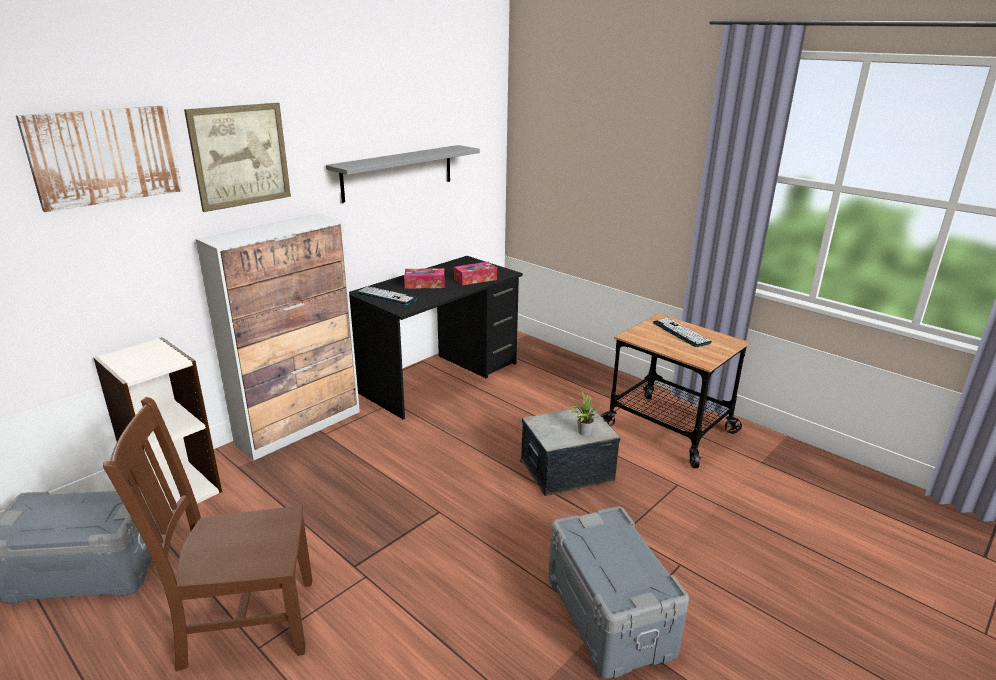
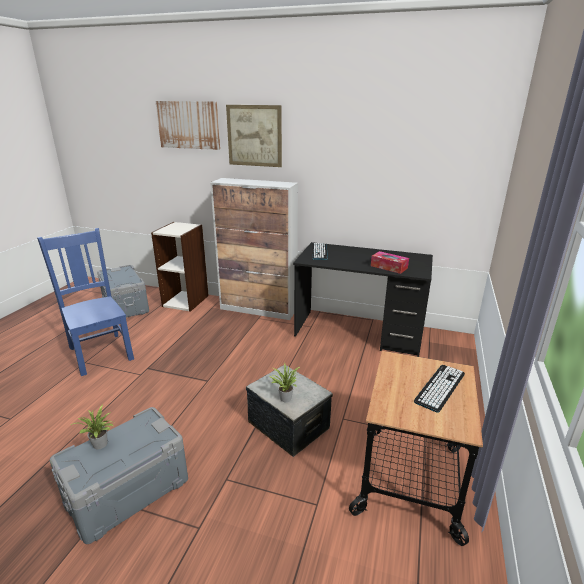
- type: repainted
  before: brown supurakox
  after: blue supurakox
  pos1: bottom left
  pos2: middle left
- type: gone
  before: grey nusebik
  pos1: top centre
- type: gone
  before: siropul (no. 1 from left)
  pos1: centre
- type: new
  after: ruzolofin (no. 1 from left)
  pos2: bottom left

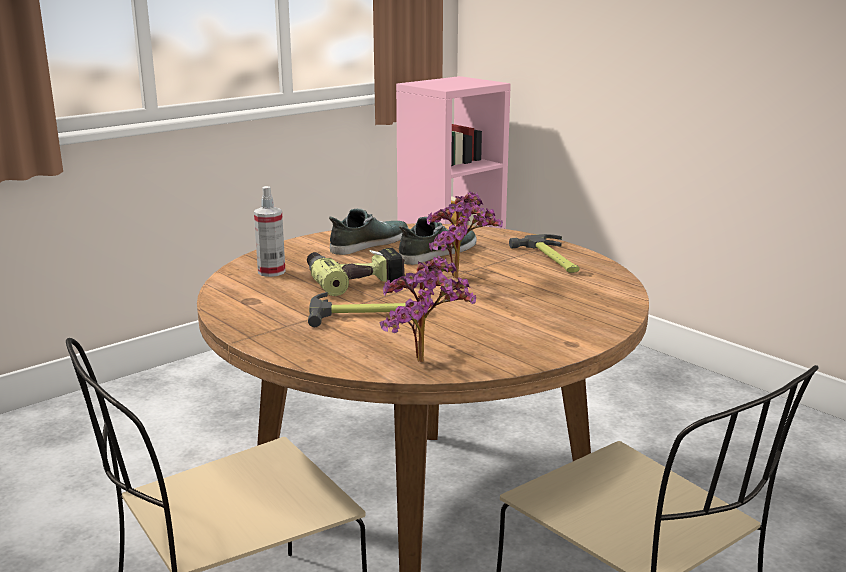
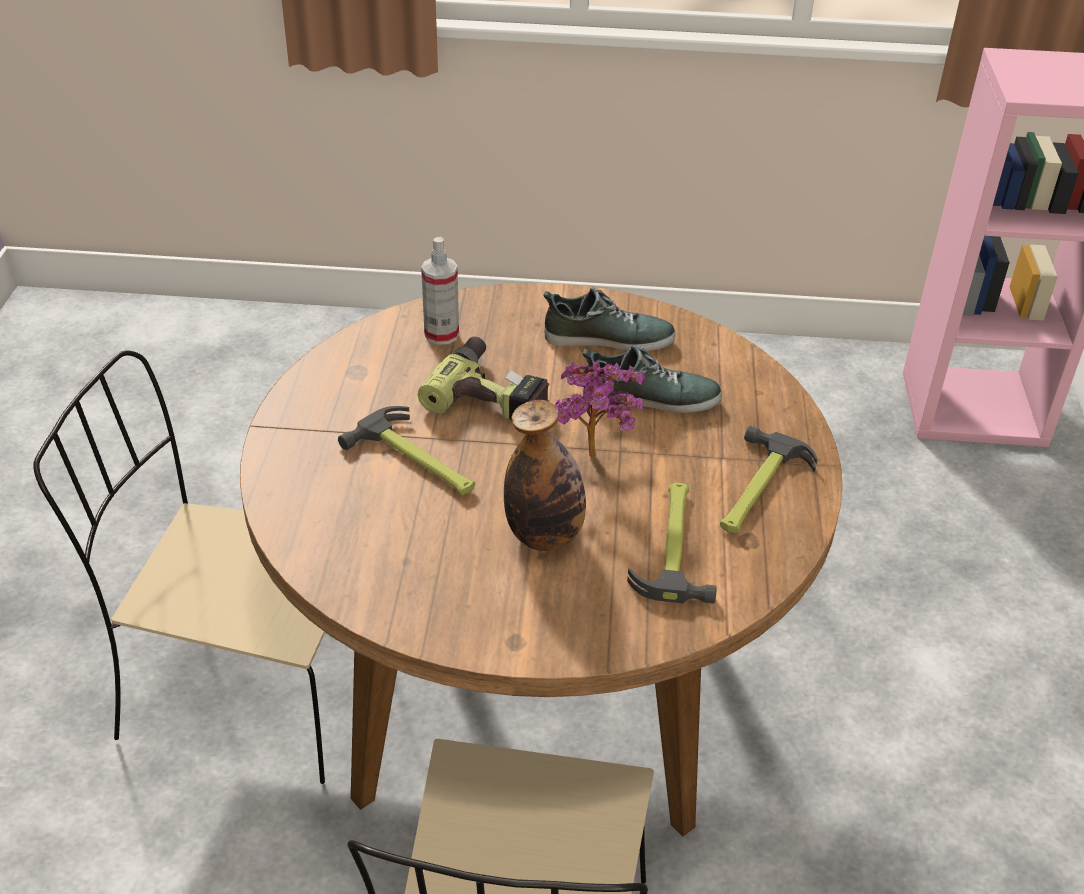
- type: gone
  before: ruzolofin (no. 1 from left)
  pos1: centre
- type: new
  after: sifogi
  pos2: centre
- type: new
  after: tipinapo (no. 2 from left)
  pos2: centre

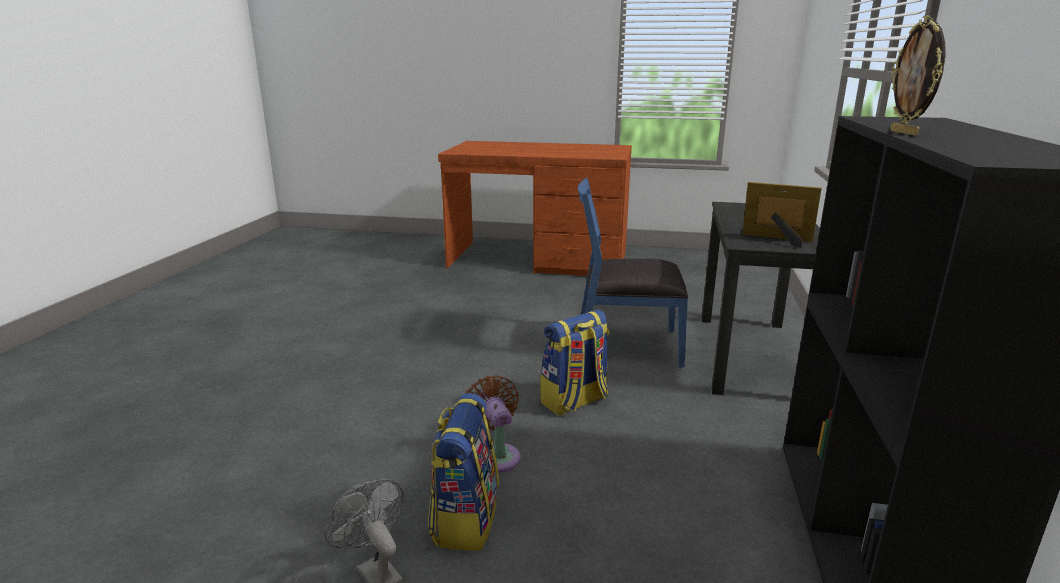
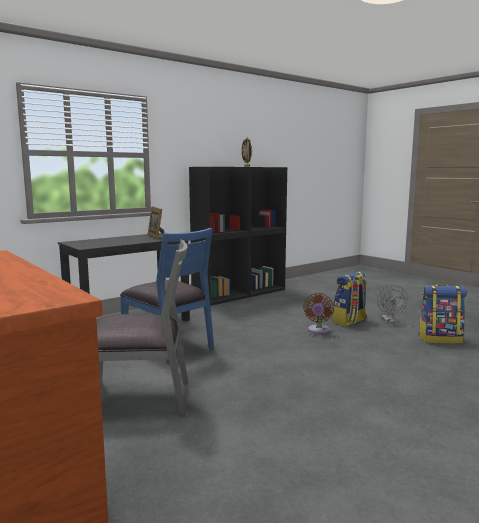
- type: shifted
  before: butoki (no. 2 from left)
  pos1: centre
  pos2: middle right
- type: new
  after: grey supurakox
  pos2: middle left

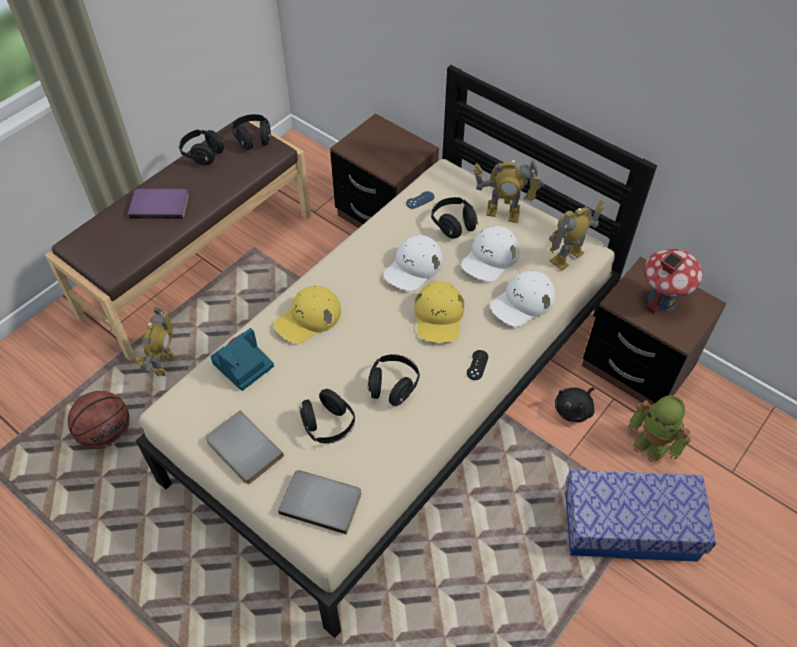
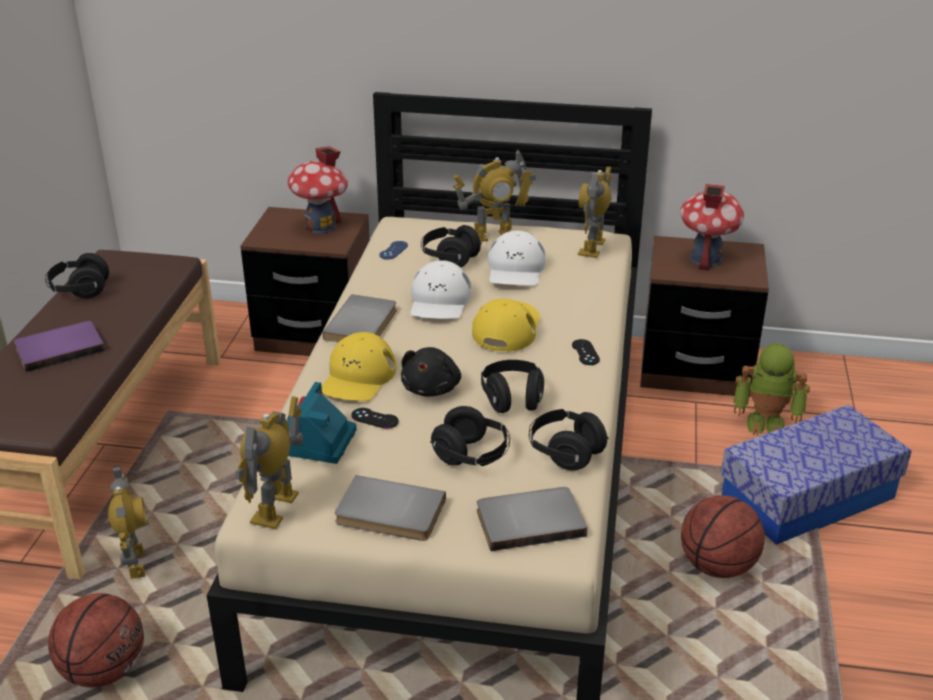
- type: shifted
  before: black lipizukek (no. 2 from left in the first image)
  after: black lipizukek (no. 5 from left)
  pos1: top left
  pos2: centre
- type: rotated
  before: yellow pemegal (no. 2 from left)
  pos1: centre
  pos2: centre
  turn: -135
- type: gone
  before: white pemegal (no. 3 from left)
  pos1: centre
- type: shifted
  before: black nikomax
  pos1: middle right
  pos2: centre
- type: new
  after: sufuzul (no. 2 from left)
  pos2: middle left
- type: new
  after: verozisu (no. 1 from left)
  pos2: top centre
- type: new
  after: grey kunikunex (no. 1 from left)
  pos2: centre
- type: new
  after: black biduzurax (no. 1 from left)
  pos2: centre
- type: new
  after: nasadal (no. 2 from left)
  pos2: bottom right

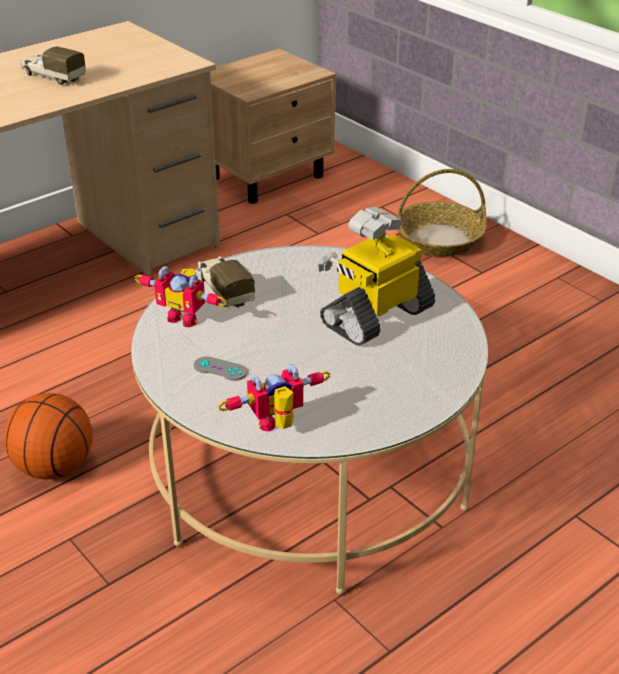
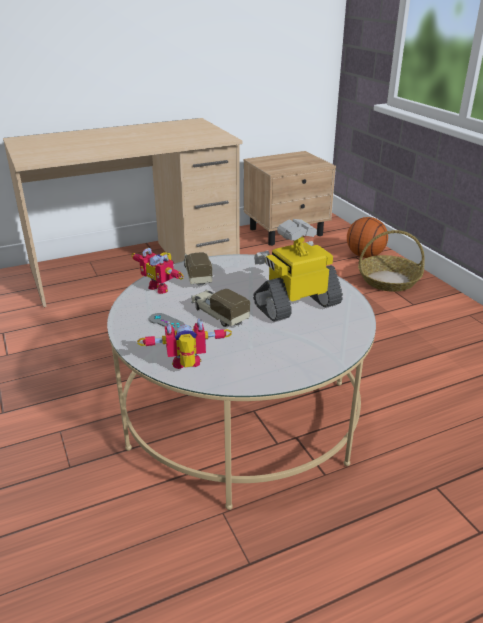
- type: shifted
  before: nasadal
  pos1: middle left
  pos2: middle right
- type: shifted
  before: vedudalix (no. 1 from left in the first image)
  after: vedudalix (no. 2 from left)
  pos1: top left
  pos2: centre

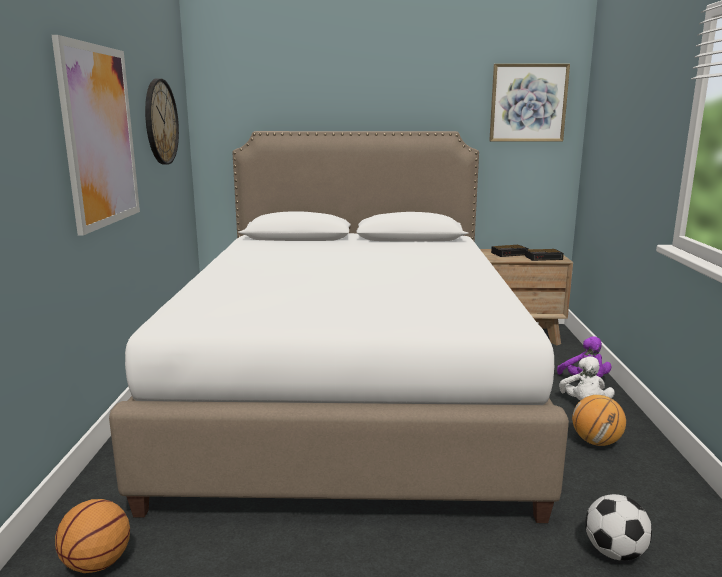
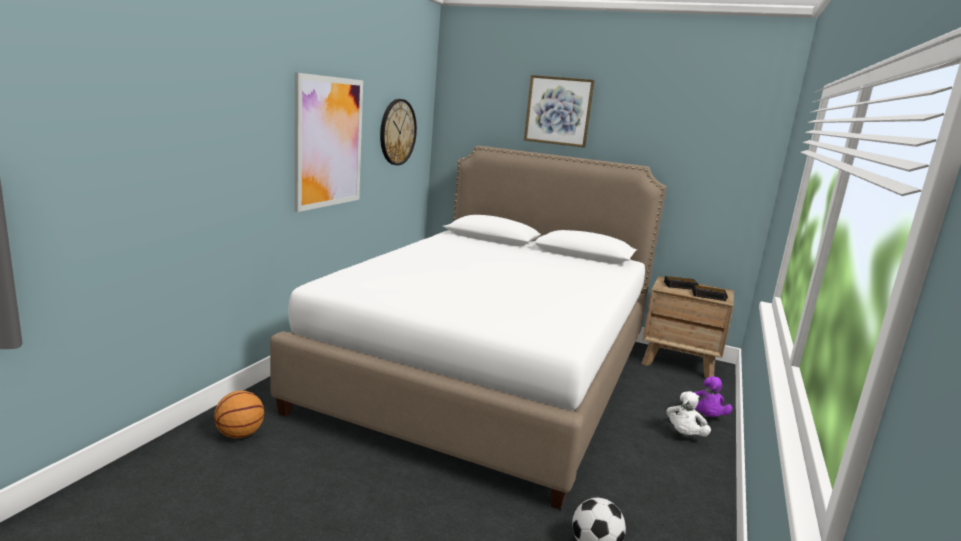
- type: shifted
  before: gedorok (no. 2 from left)
  pos1: top right
  pos2: top centre
- type: gone
  before: nasadal (no. 2 from left)
  pos1: bottom right

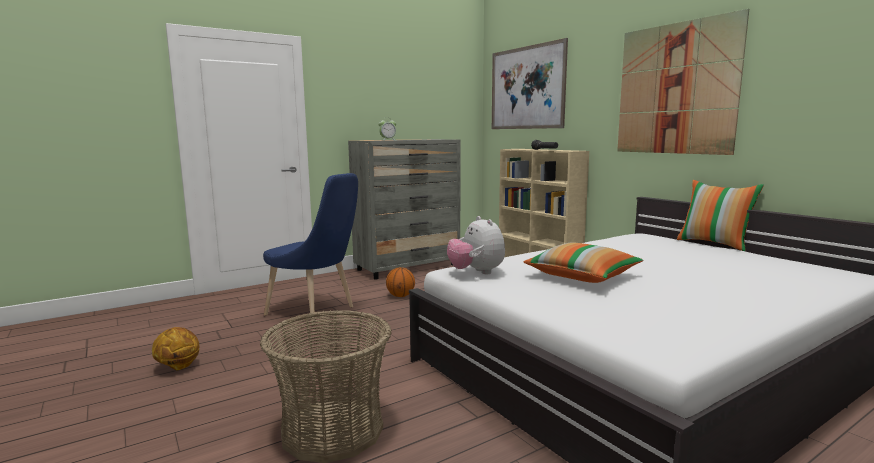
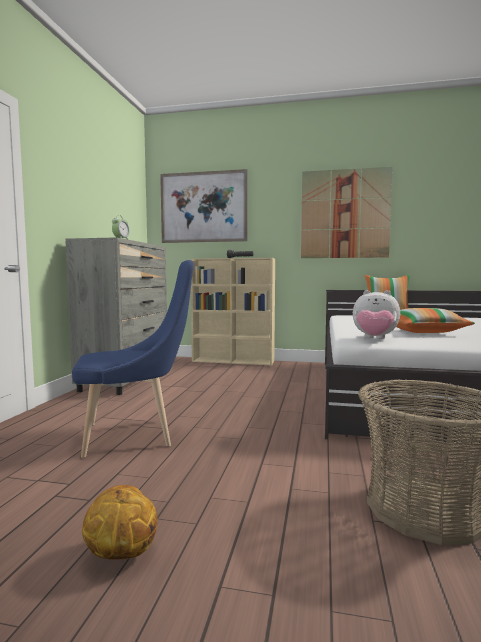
- type: gone
  before: nasadal (no. 2 from left)
  pos1: centre

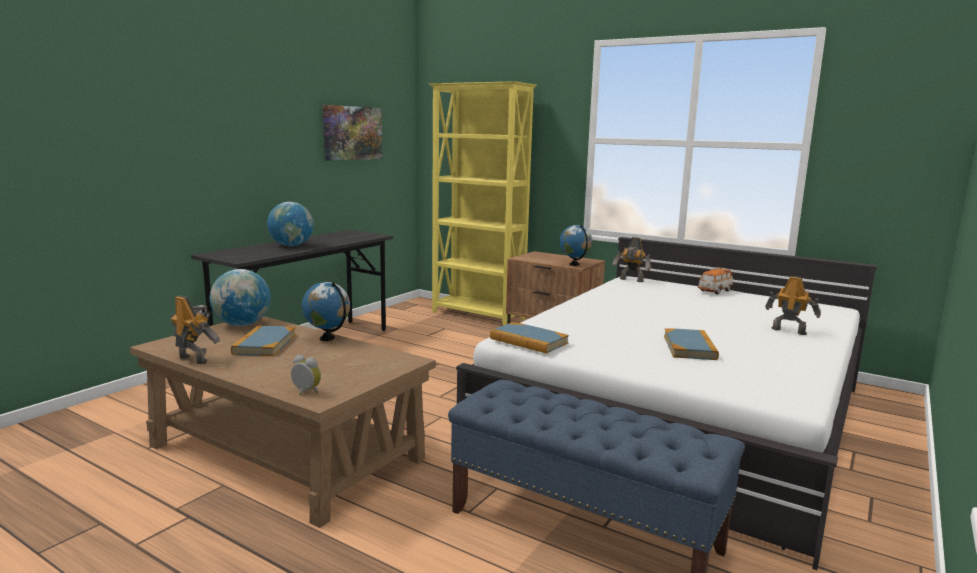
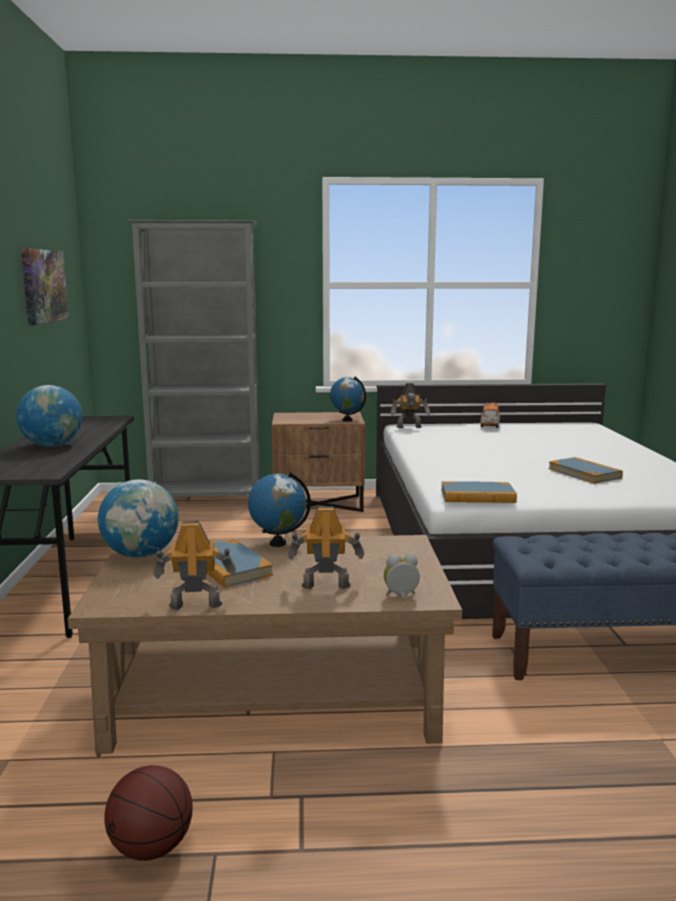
- type: repainted
  before: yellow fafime
  after: grey fafime
  pos1: centre
  pos2: middle left
- type: shifted
  before: sufuzul (no. 3 from left in the first image)
  after: sufuzul (no. 2 from left)
  pos1: middle right
  pos2: centre
- type: new
  after: nasadal
  pos2: bottom left

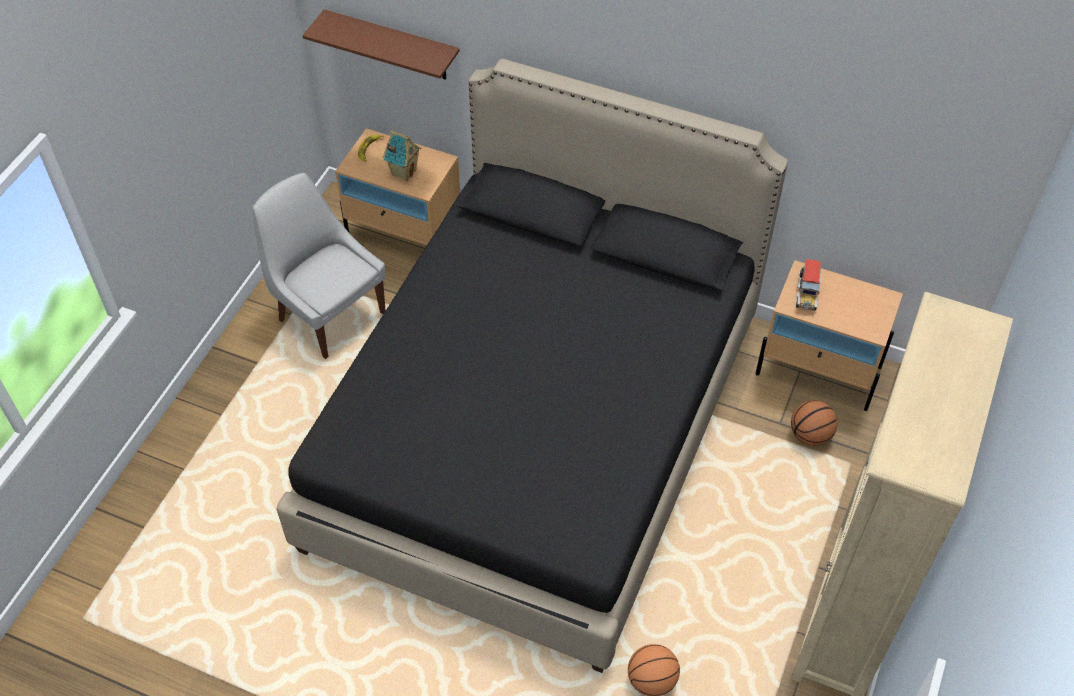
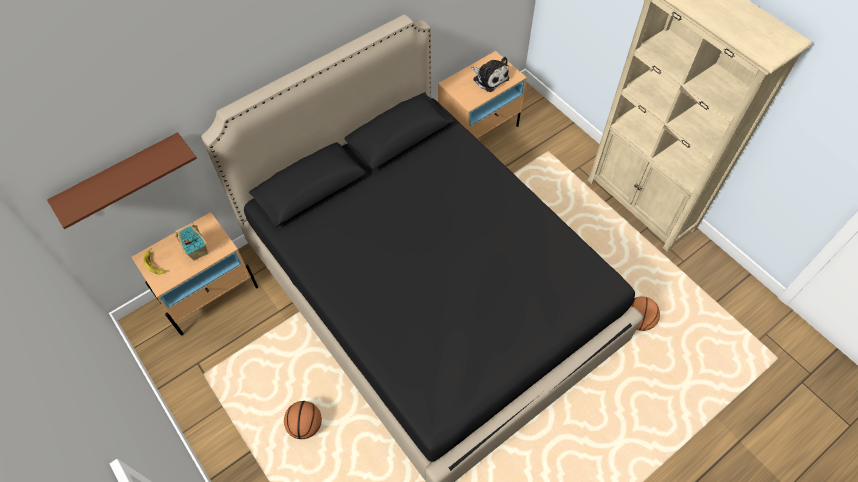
- type: gone
  before: white supurakox
  pos1: middle left
- type: shifted
  before: nasadal (no. 2 from left in the first image)
  after: nasadal (no. 1 from left)
  pos1: middle right
  pos2: bottom centre
- type: gone
  before: vedudalix
  pos1: middle right
- type: new
  after: nikomax
  pos2: top centre

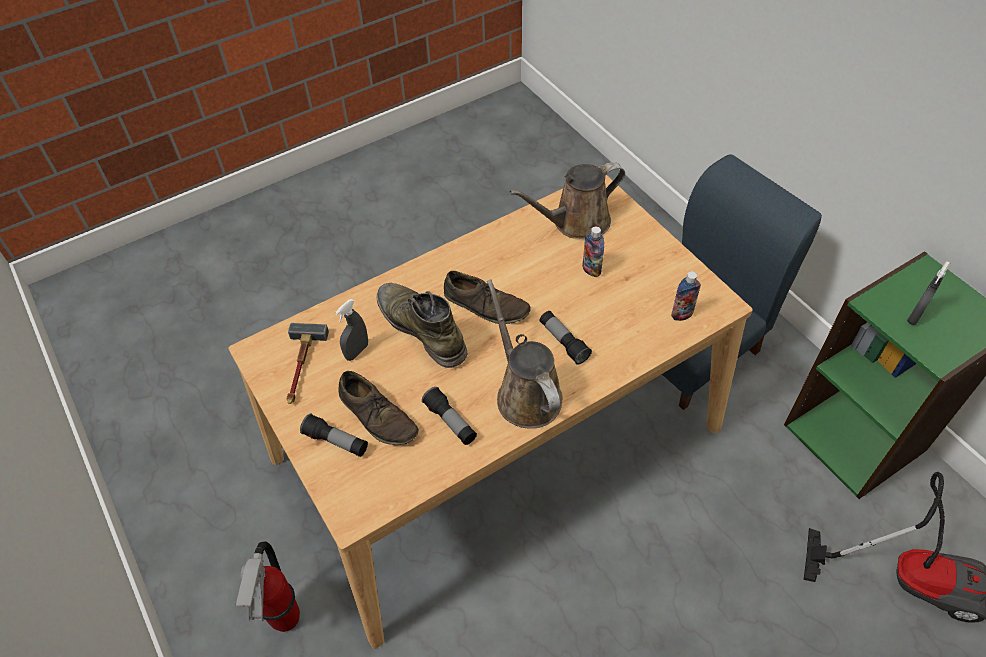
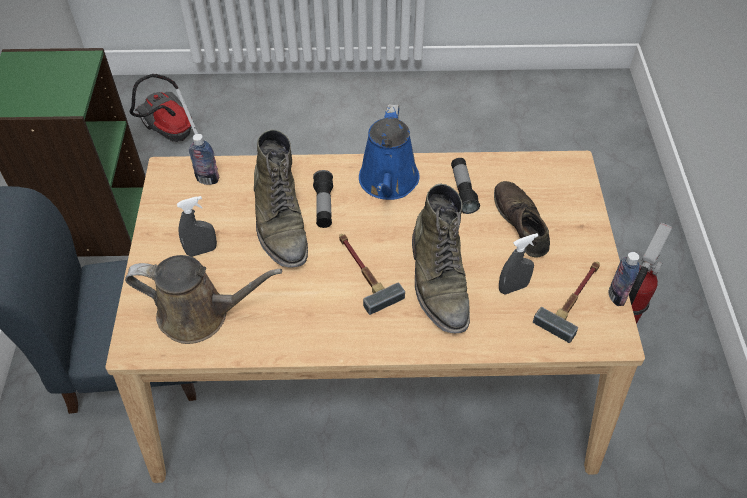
- type: gone
  before: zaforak (no. 1 from left)
  pos1: centre
- type: swapped
  before: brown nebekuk (no. 2 from left)
  after: tipinapo (no. 1 from left)
  pos1: centre
  pos2: centre
- type: repainted
  before: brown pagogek (no. 1 from left)
  after: blue pagogek
  pos1: centre
  pos2: top centre
- type: shifted
  before: sifogi (no. 1 from left in the first image)
  after: sifogi (no. 2 from left)
  pos1: centre
  pos2: middle right
- type: shifted
  before: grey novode (no. 2 from left in the first image)
  after: grey novode (no. 1 from left)
  pos1: middle right
  pos2: middle left
- type: new
  after: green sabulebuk (no. 1 from left)
  pos2: centre

